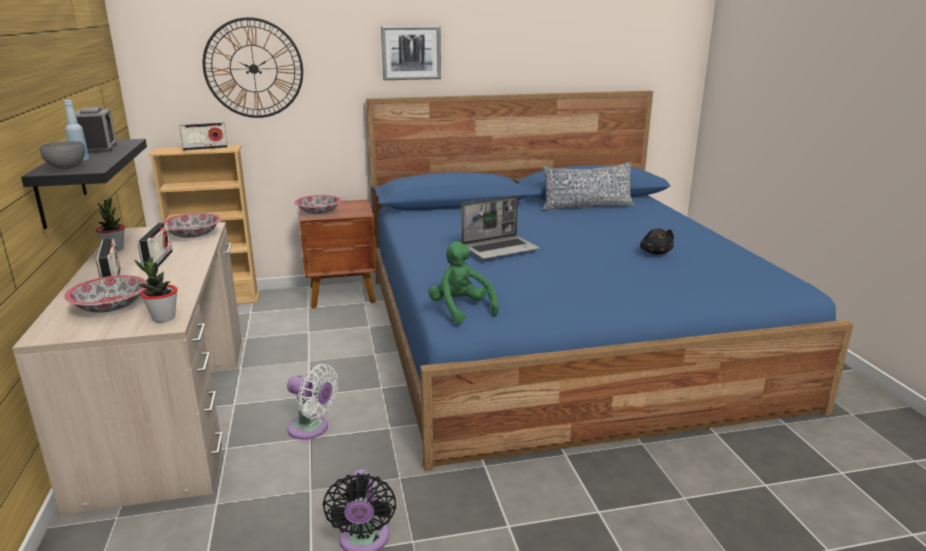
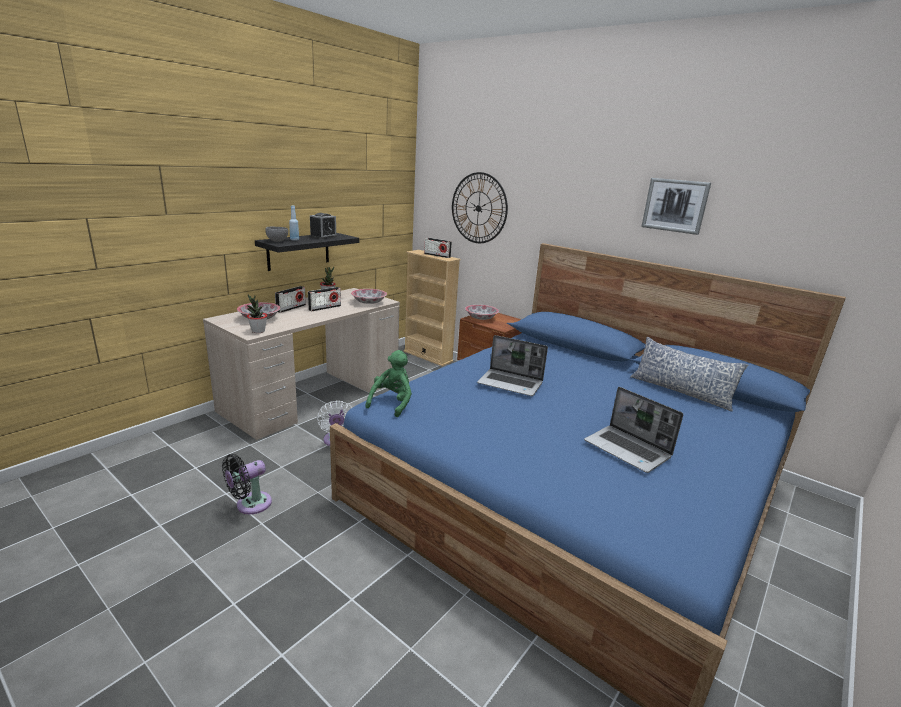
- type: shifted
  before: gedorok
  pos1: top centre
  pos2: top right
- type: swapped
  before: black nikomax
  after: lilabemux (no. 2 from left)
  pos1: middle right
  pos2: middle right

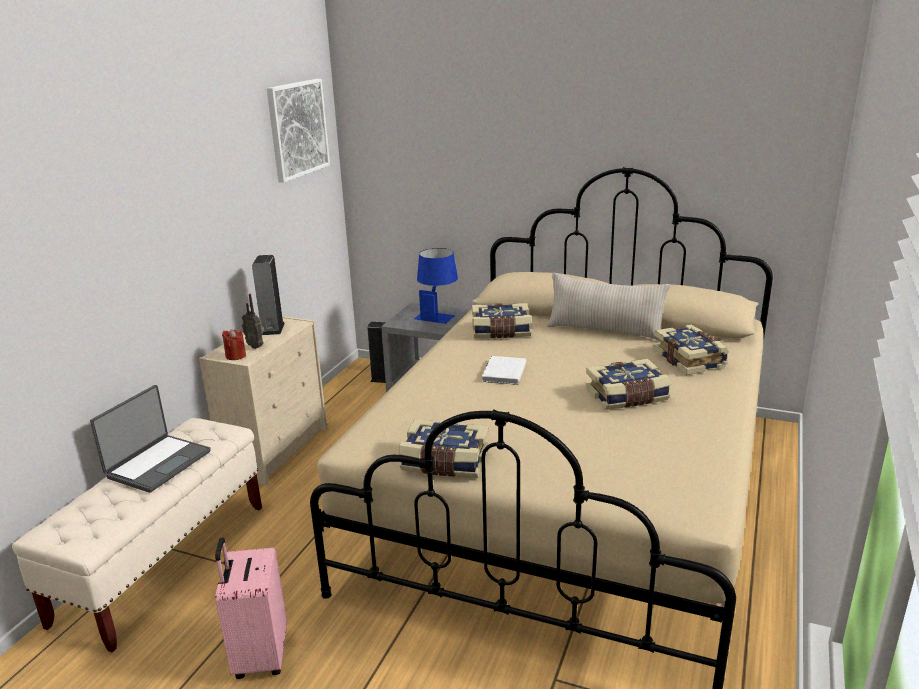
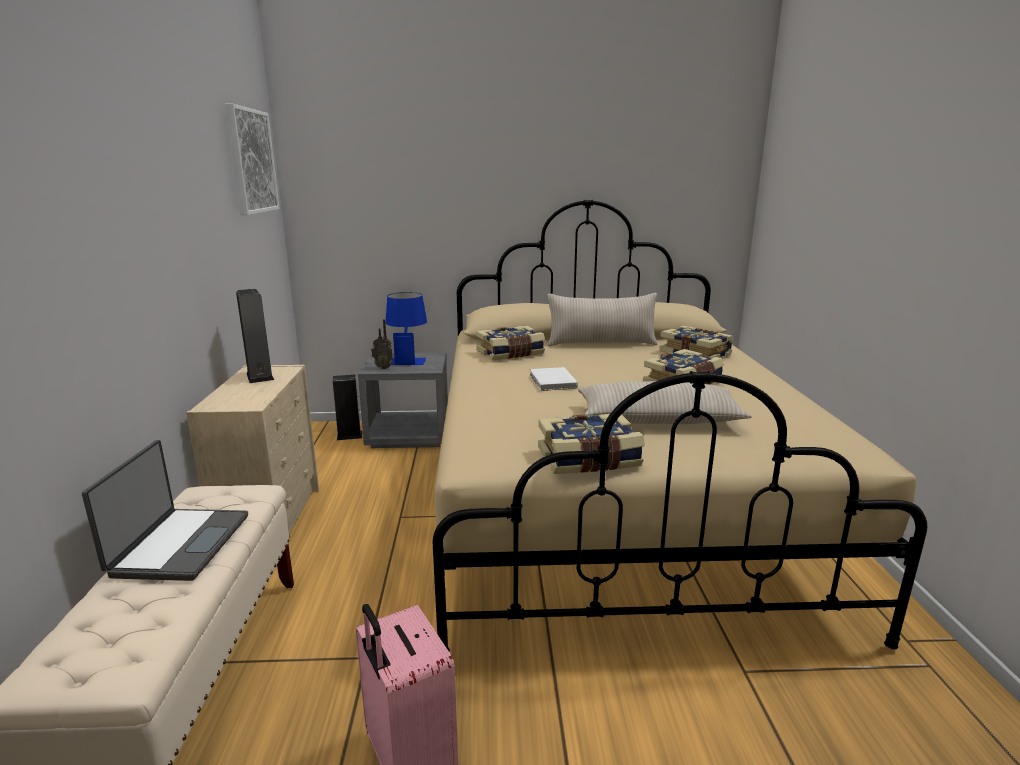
- type: gone
  before: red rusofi
  pos1: middle left
- type: shifted
  before: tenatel
  pos1: middle left
  pos2: centre
- type: new
  after: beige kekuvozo (no. 2 from left)
  pos2: centre

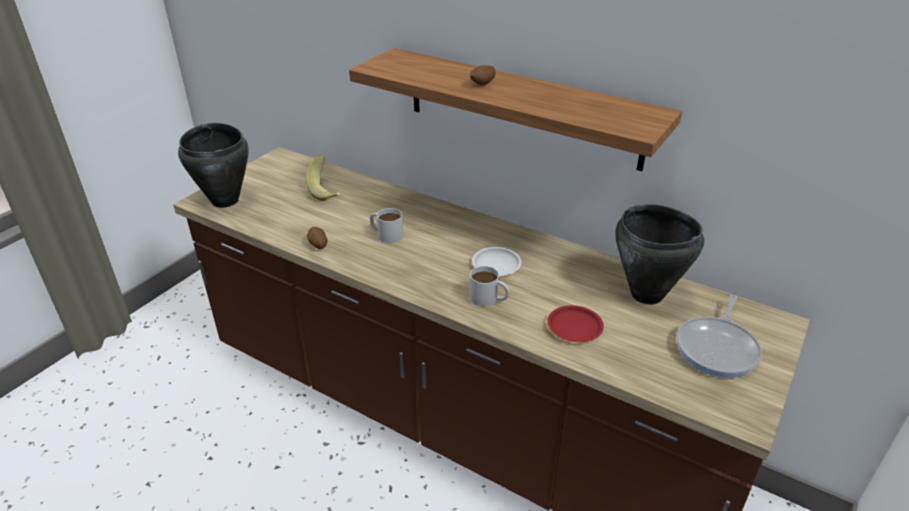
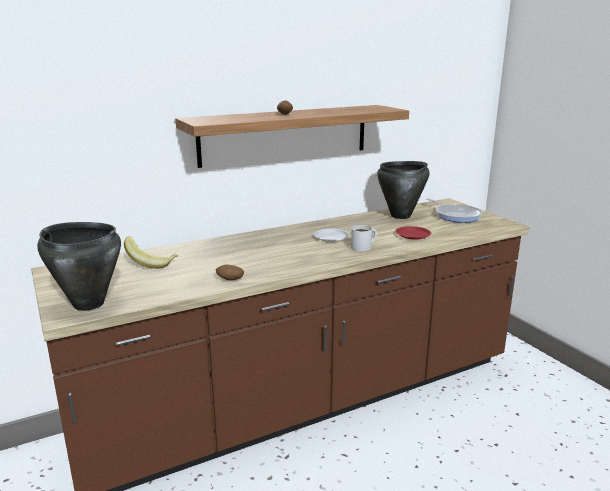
- type: gone
  before: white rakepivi (no. 1 from left)
  pos1: centre

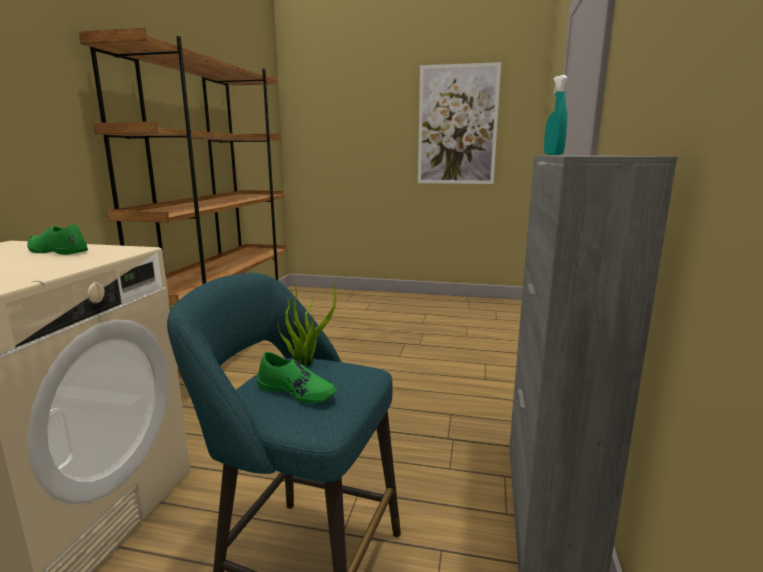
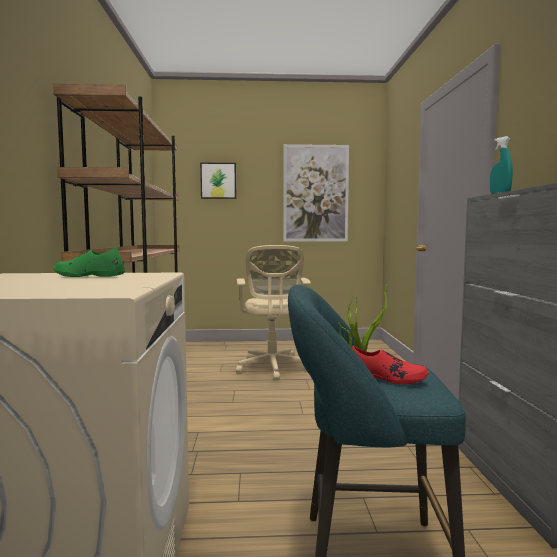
- type: repainted
  before: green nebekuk (no. 2 from left)
  after: red nebekuk
  pos1: centre
  pos2: middle right
- type: new
  after: gedorok (no. 1 from left)
  pos2: top centre
- type: new
  after: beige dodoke
  pos2: centre

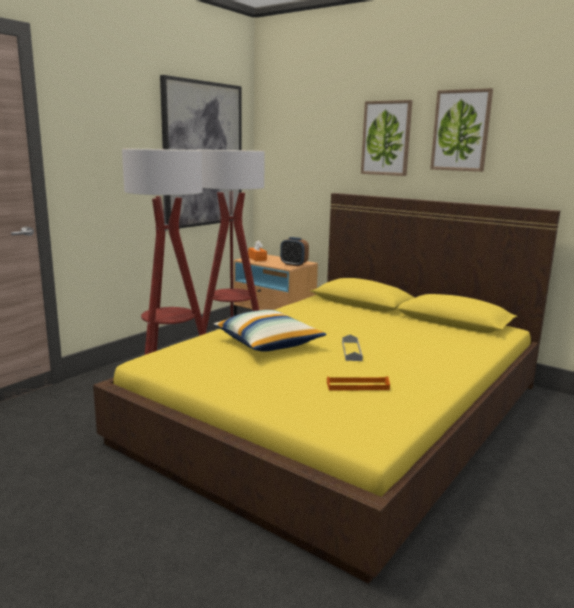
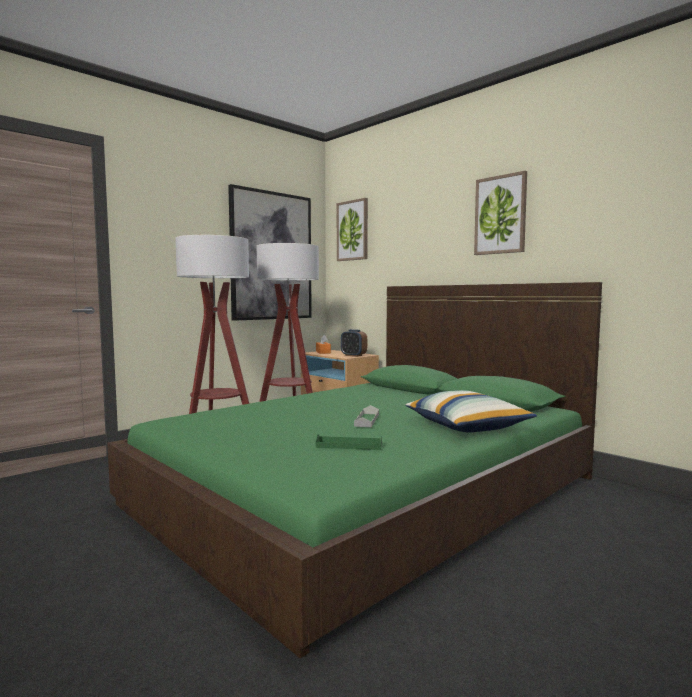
- type: repainted
  before: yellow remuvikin
  after: green remuvikin
  pos1: centre
  pos2: bottom centre
- type: shifted
  before: kekuvozo
  pos1: centre
  pos2: middle right
- type: repainted
  before: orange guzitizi
  after: green guzitizi
  pos1: centre
  pos2: centre
- type: shifted
  before: gedorok (no. 2 from left)
  pos1: top right
  pos2: top centre

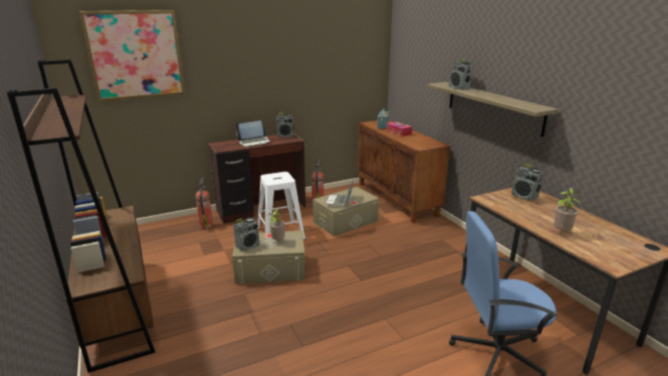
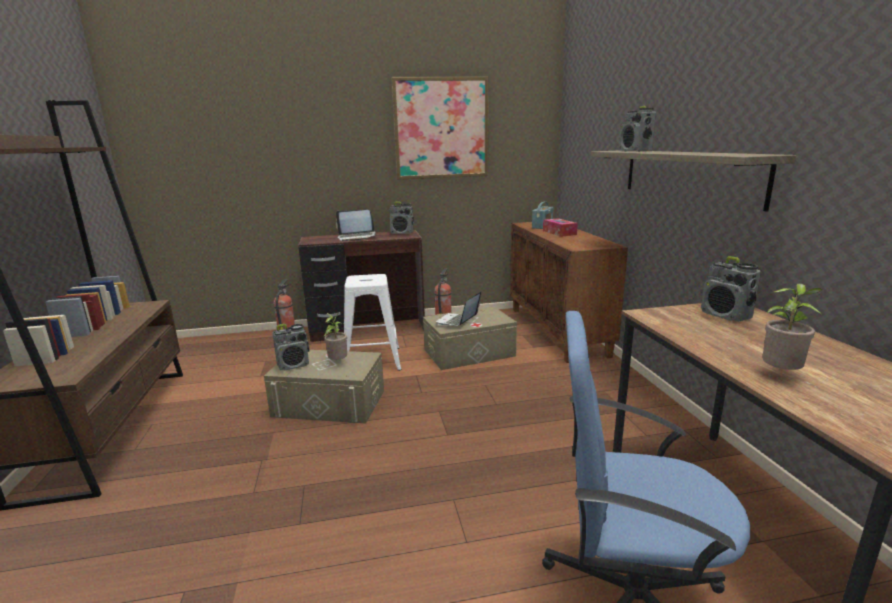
- type: shifted
  before: gedorok
  pos1: top left
  pos2: top centre

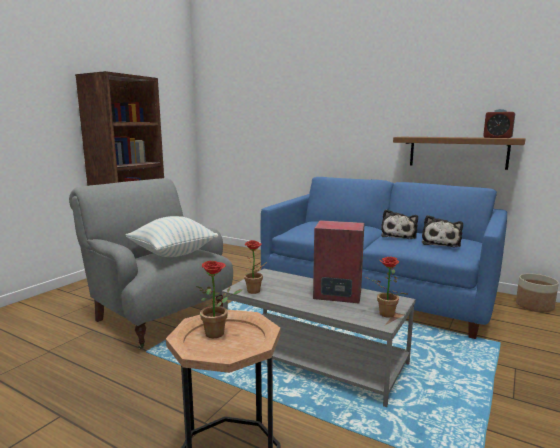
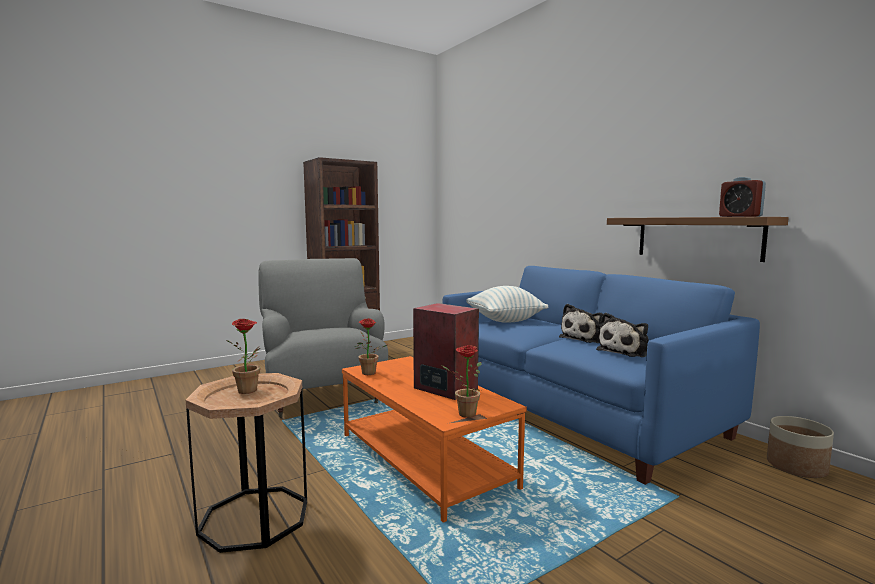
- type: shifted
  before: kekuvozo
  pos1: middle left
  pos2: centre
- type: repainted
  before: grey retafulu
  after: orange retafulu
  pos1: bottom centre
  pos2: bottom centre

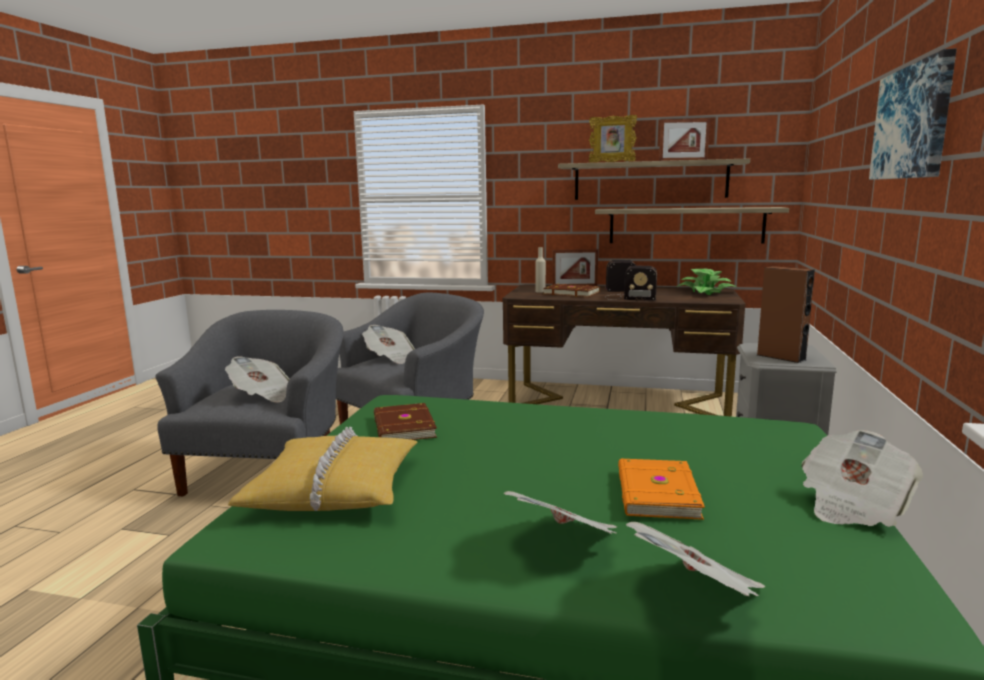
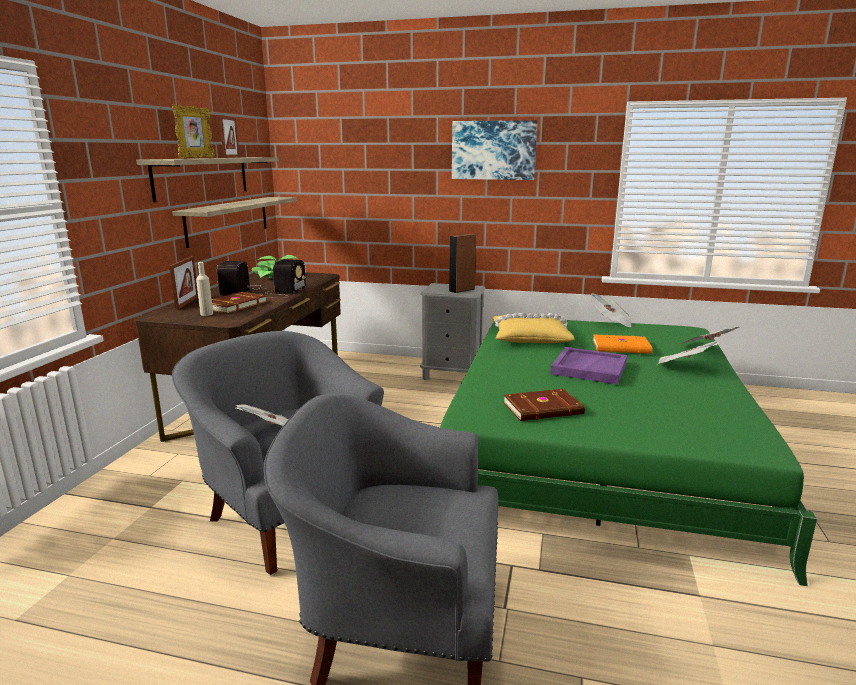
- type: gone
  before: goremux (no. 1 from left)
  pos1: middle left
- type: shifted
  before: yellow kekuvozo
  pos1: bottom left
  pos2: centre
- type: new
  after: purple guzitizi
  pos2: middle right

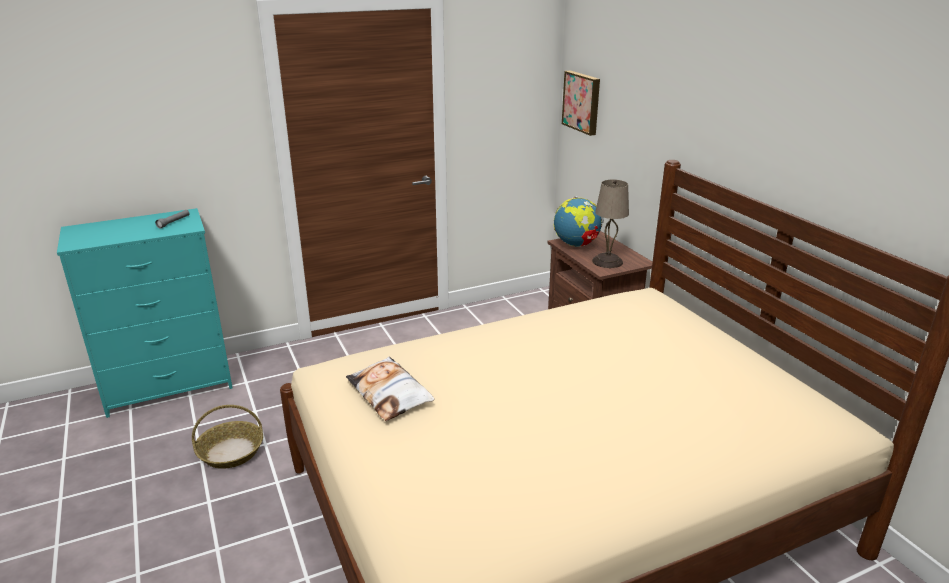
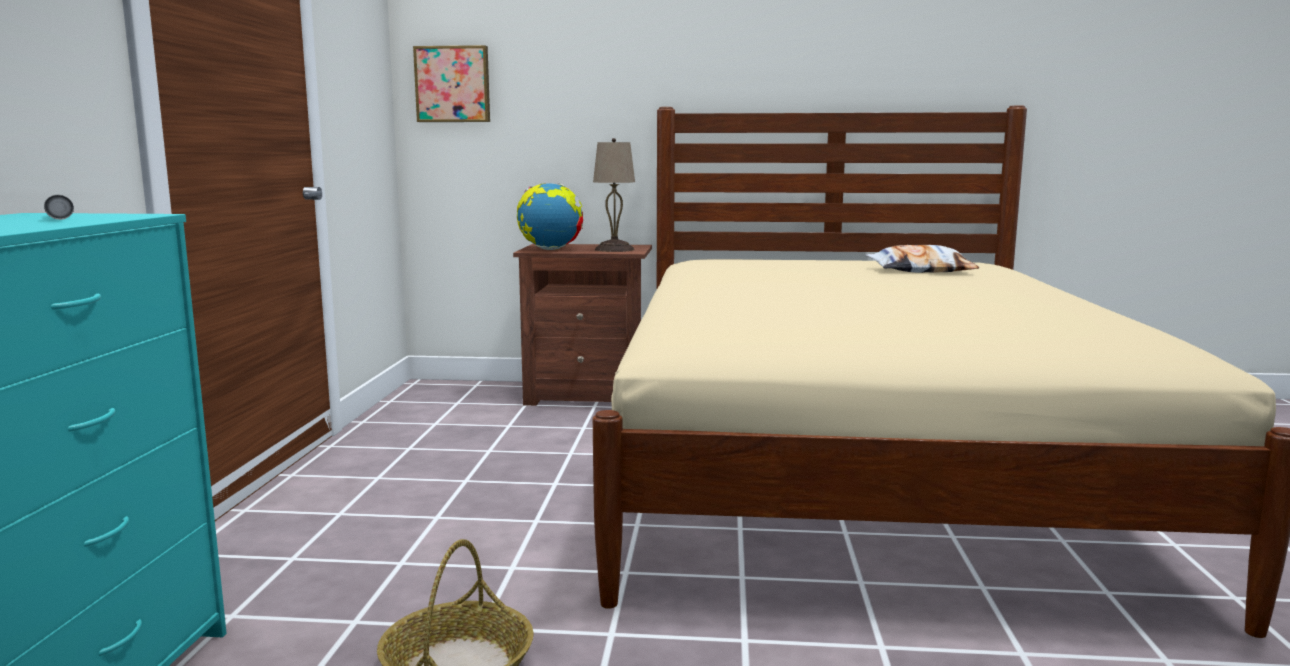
- type: shifted
  before: kekuvozo
  pos1: bottom centre
  pos2: middle right

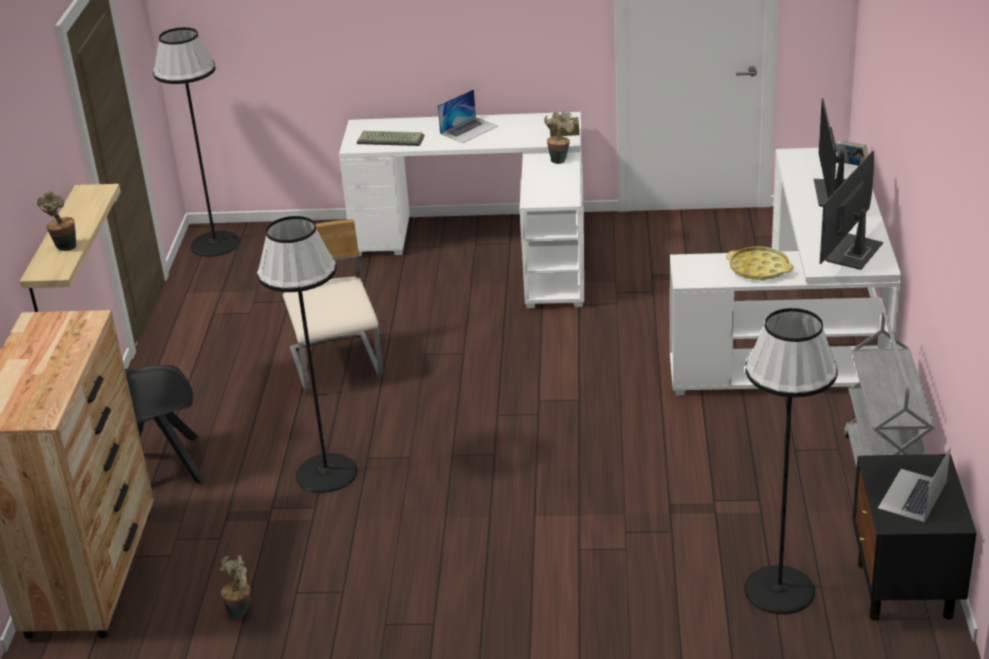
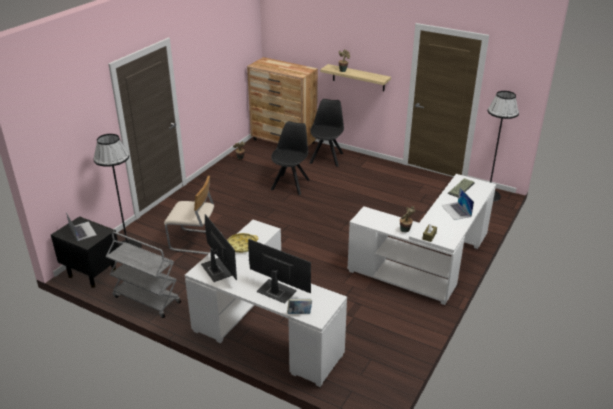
- type: swapped
  before: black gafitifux (no. 2 from left)
  after: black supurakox (no. 1 from left)
  pos1: middle left
  pos2: centre
- type: shifted
  before: beige supurakox
  pos1: centre
  pos2: middle left

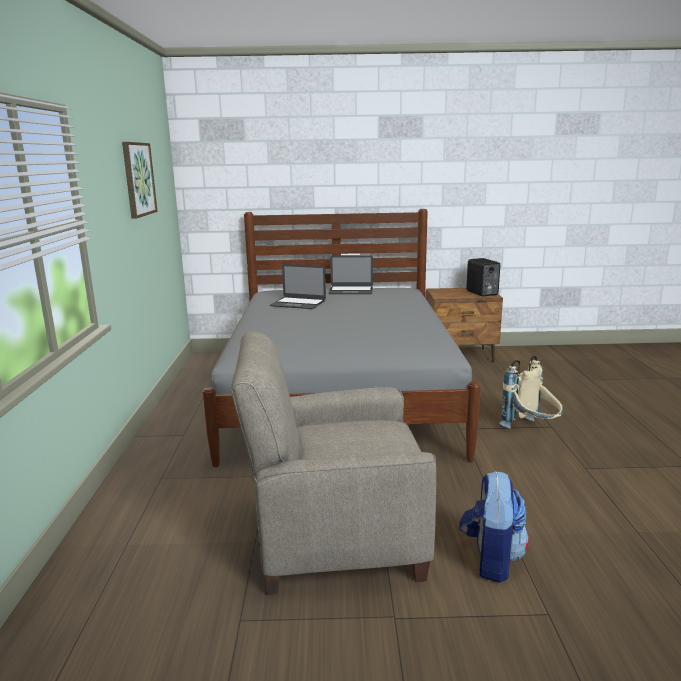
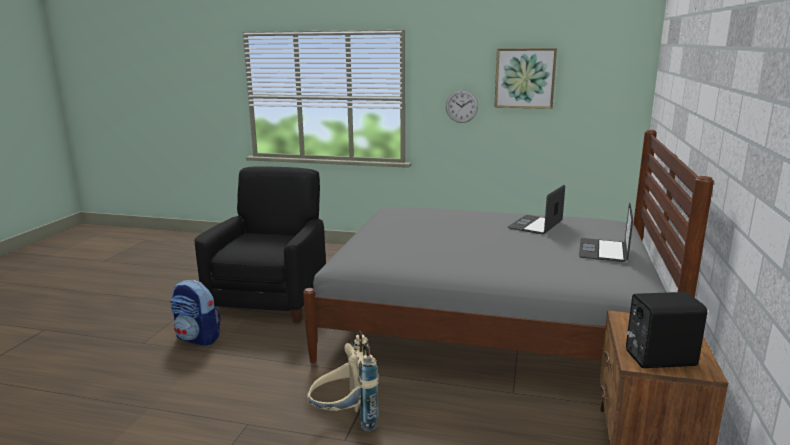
- type: repainted
  before: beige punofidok
  after: black punofidok
  pos1: bottom centre
  pos2: middle left
- type: new
  after: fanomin
  pos2: top centre

